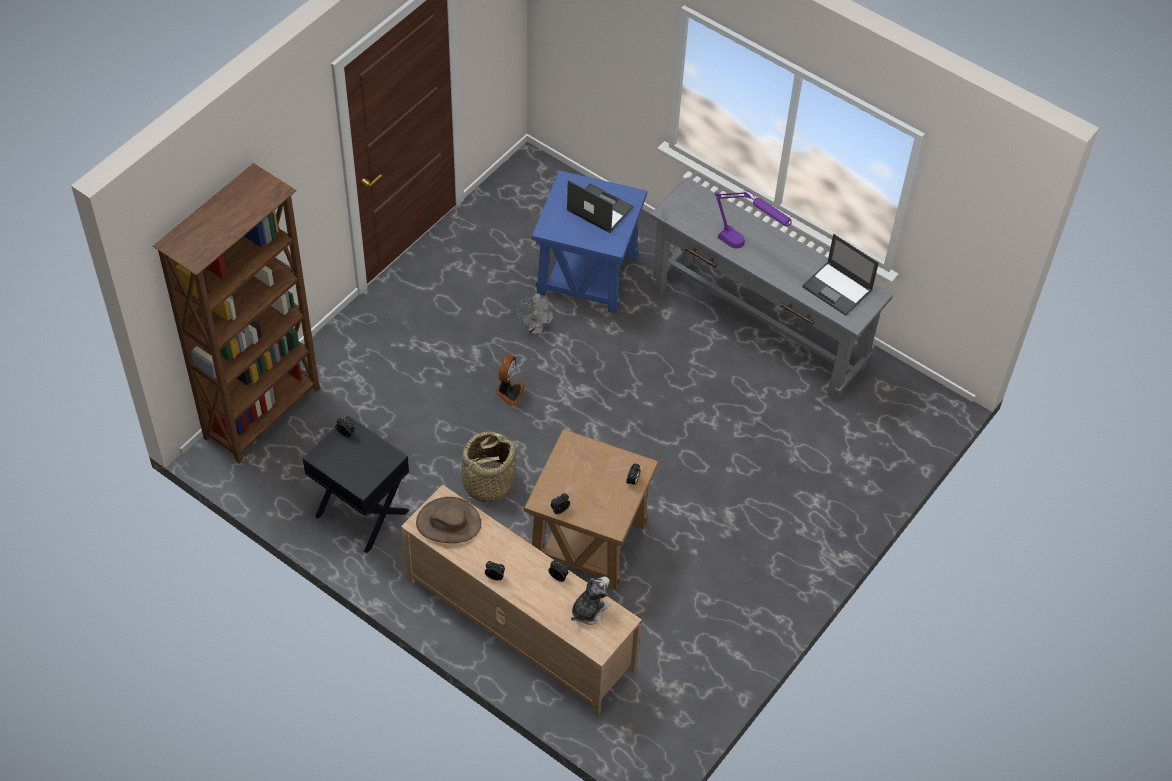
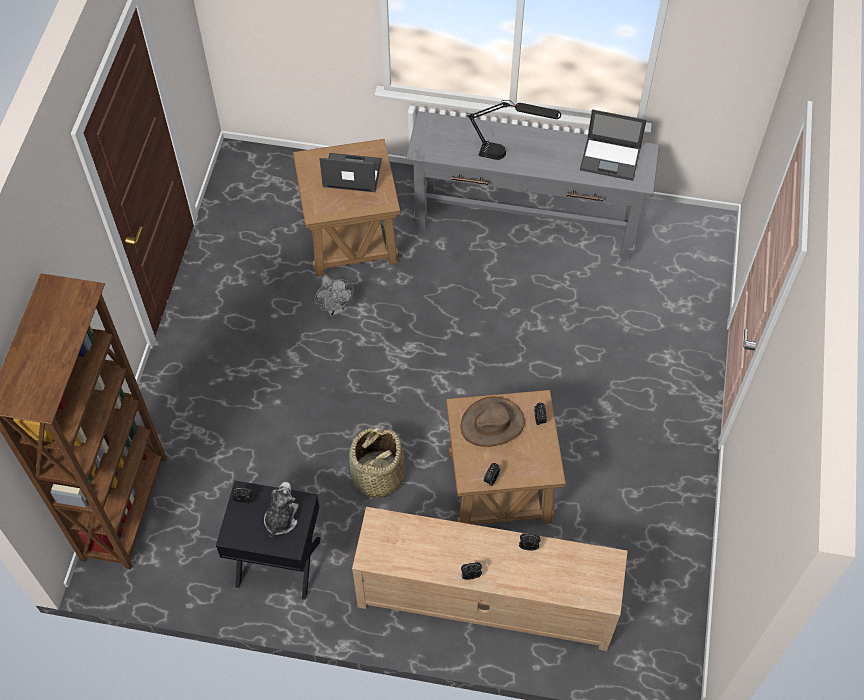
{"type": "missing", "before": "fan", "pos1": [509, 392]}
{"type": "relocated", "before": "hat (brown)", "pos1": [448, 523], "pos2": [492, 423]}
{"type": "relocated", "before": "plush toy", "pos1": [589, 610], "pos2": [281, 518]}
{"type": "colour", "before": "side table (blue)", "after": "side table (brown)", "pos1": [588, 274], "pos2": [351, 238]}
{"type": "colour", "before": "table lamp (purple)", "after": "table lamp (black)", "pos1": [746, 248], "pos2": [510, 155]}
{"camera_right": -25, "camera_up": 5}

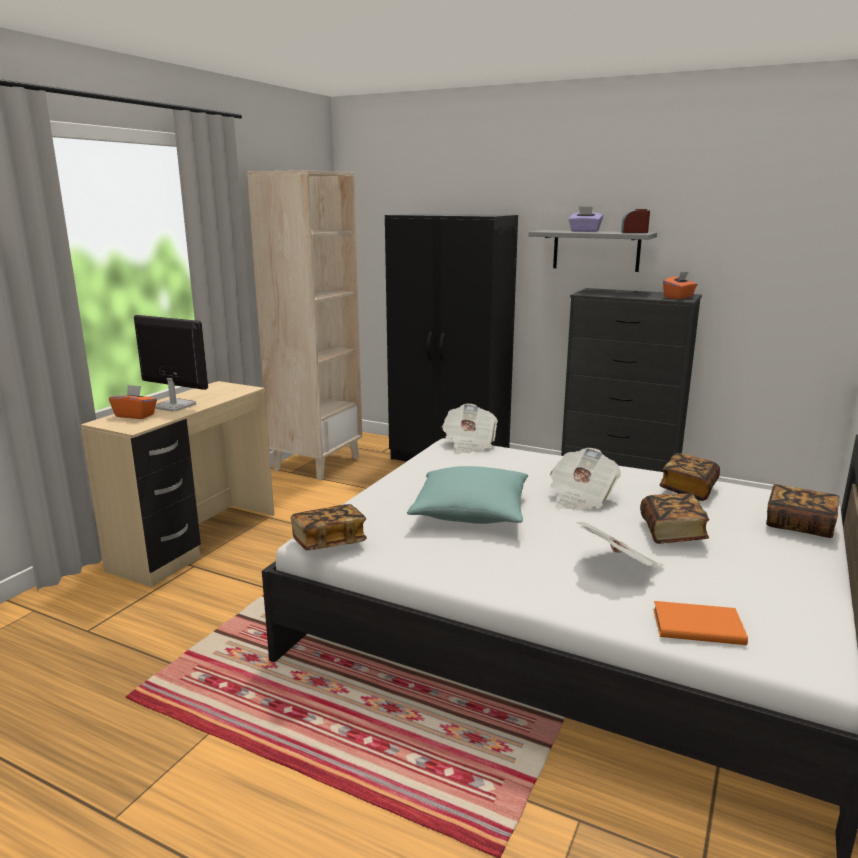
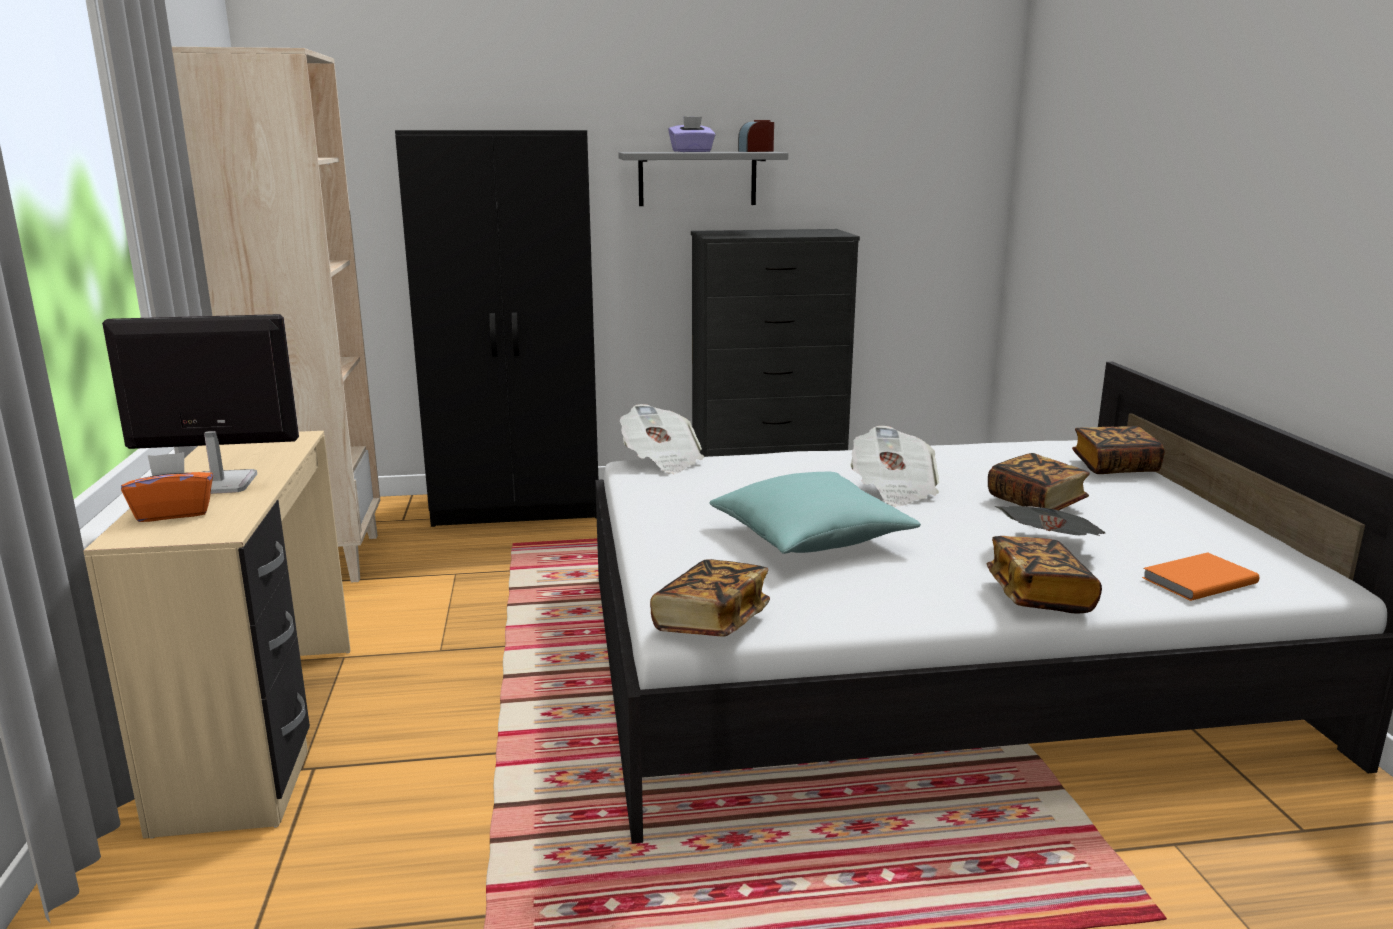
{"type": "missing", "before": "tissue box (orange)", "pos1": [679, 297]}
{"type": "relocated", "before": "book", "pos1": [688, 489], "pos2": [1038, 596]}
{"camera_right": -35, "camera_up": 0}

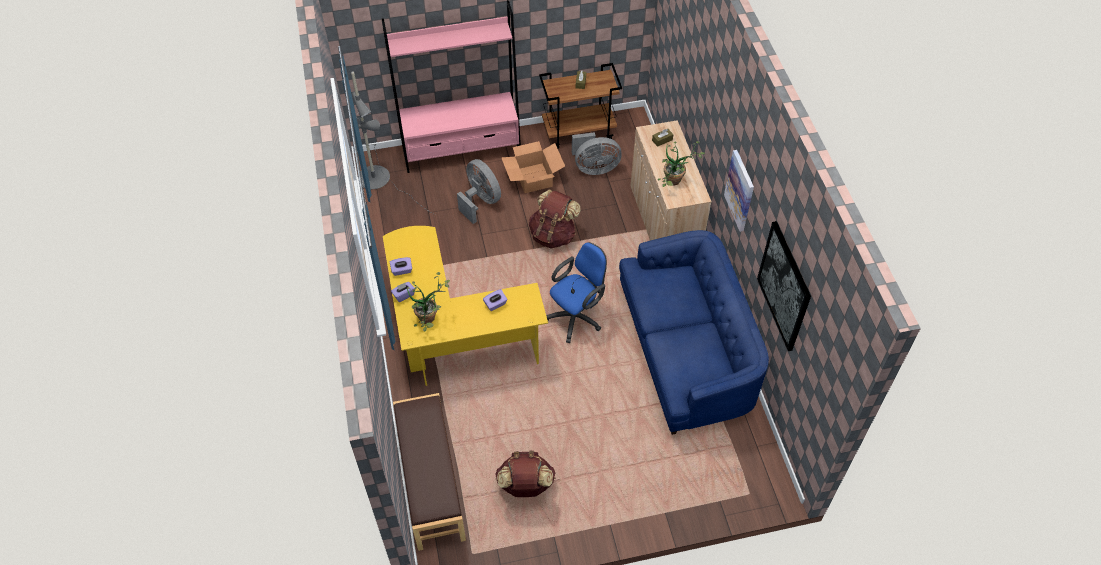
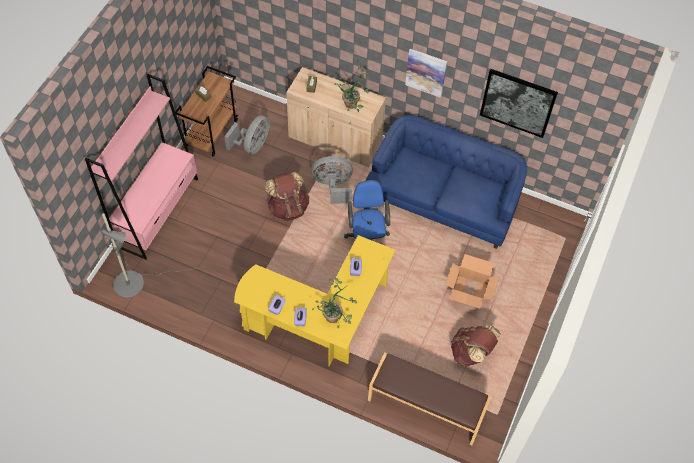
{"type": "relocated", "before": "fan (grey)", "pos1": [480, 201], "pos2": [333, 186]}
{"type": "relocated", "before": "cardboard box", "pos1": [533, 178], "pos2": [469, 291]}
{"camera_right": -55, "camera_up": 5}

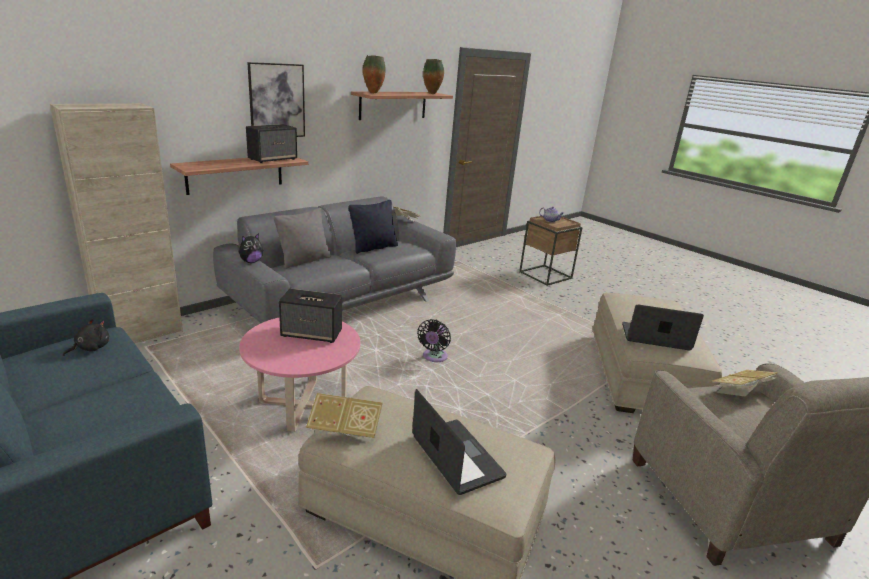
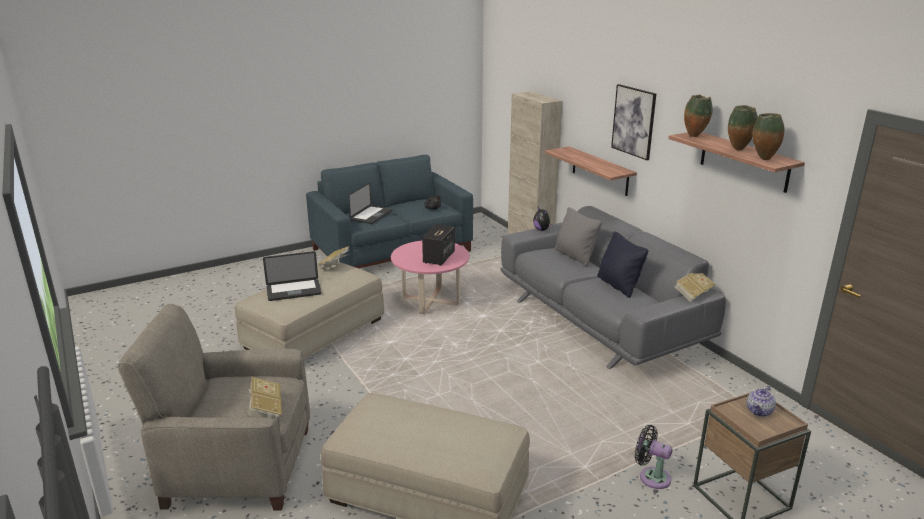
{"type": "missing", "before": "speaker", "pos1": [273, 159]}
{"type": "appeared", "after": "vase", "pos2": [739, 150]}
{"type": "relocated", "before": "fan (black)", "pos1": [434, 357], "pos2": [651, 477]}
{"type": "relocated", "before": "laptop", "pos1": [655, 337], "pos2": [371, 215]}
{"camera_right": 105, "camera_up": 0}

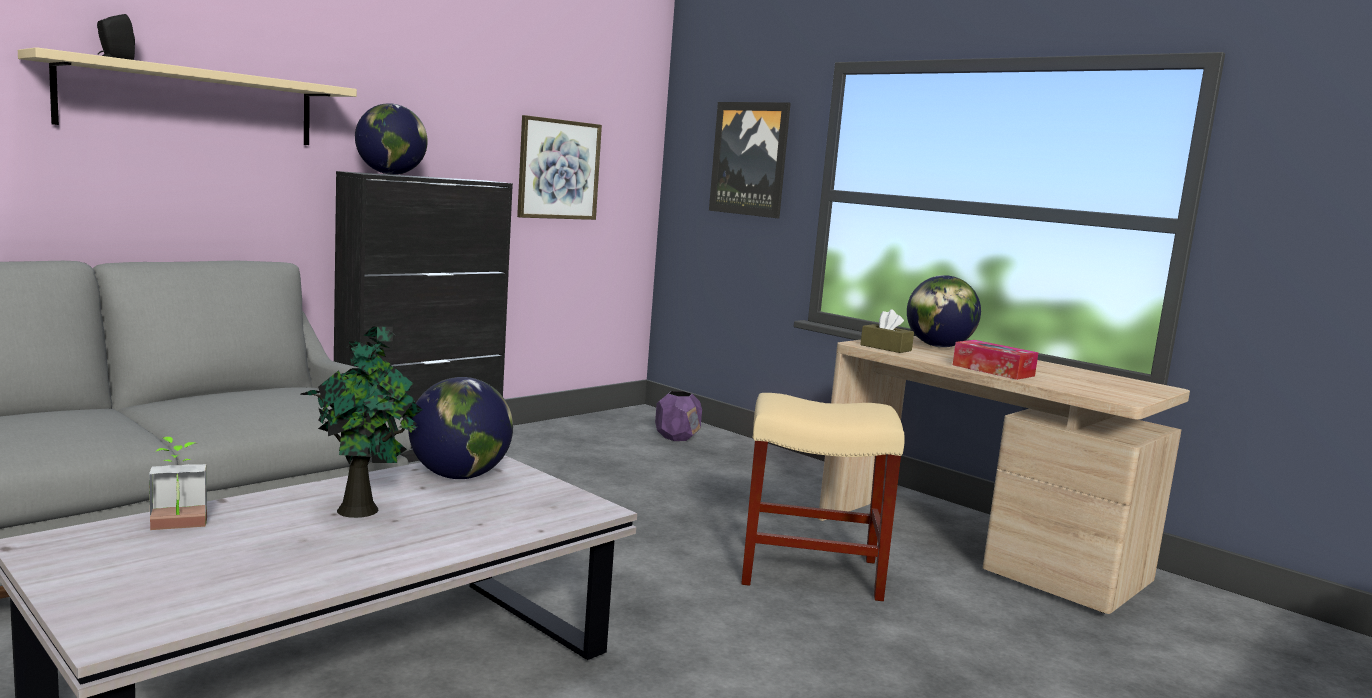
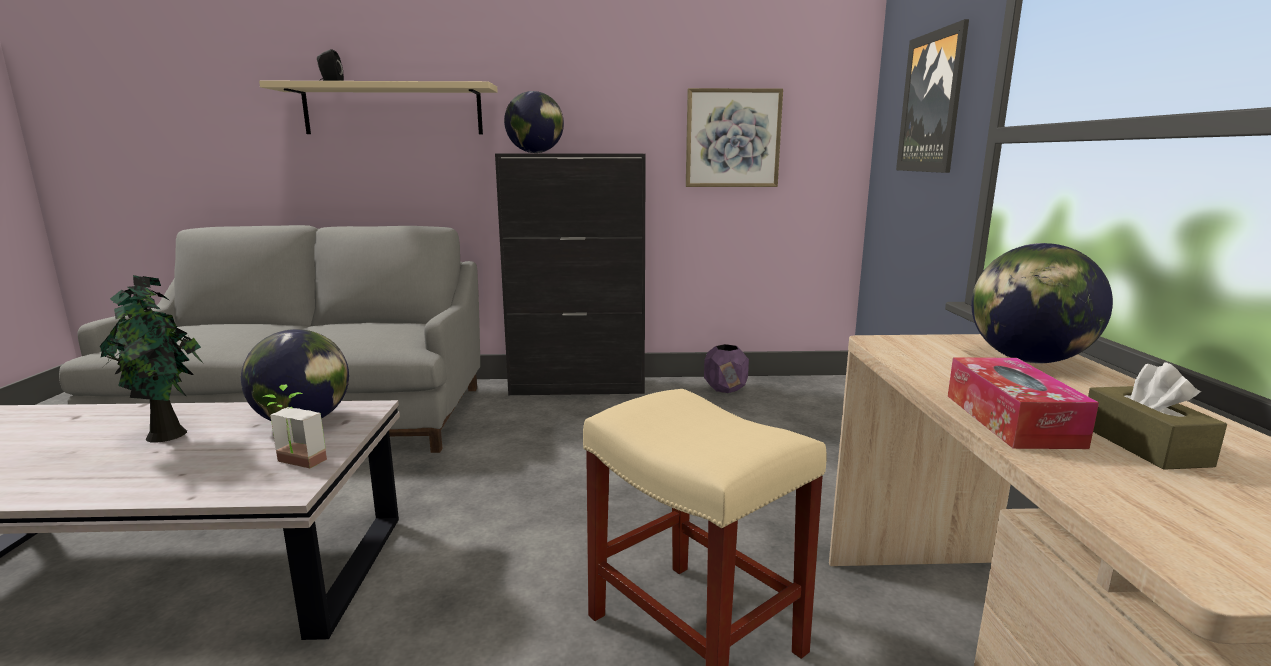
{"type": "relocated", "before": "potted plant", "pos1": [178, 527], "pos2": [294, 464]}
{"type": "relocated", "before": "planter (purple)", "pos1": [677, 437], "pos2": [726, 389]}
{"type": "relocated", "before": "tissue box (brown)", "pos1": [885, 348], "pos2": [1144, 445]}
{"camera_right": 45, "camera_up": 5}

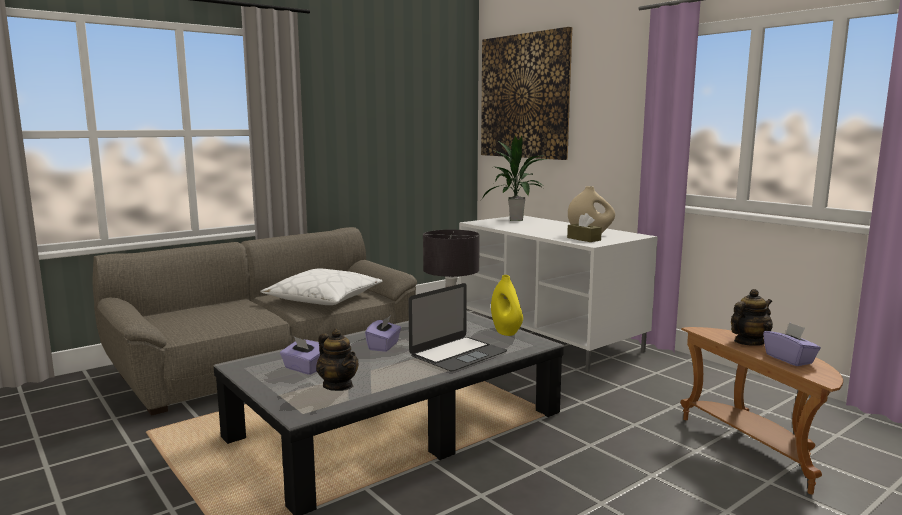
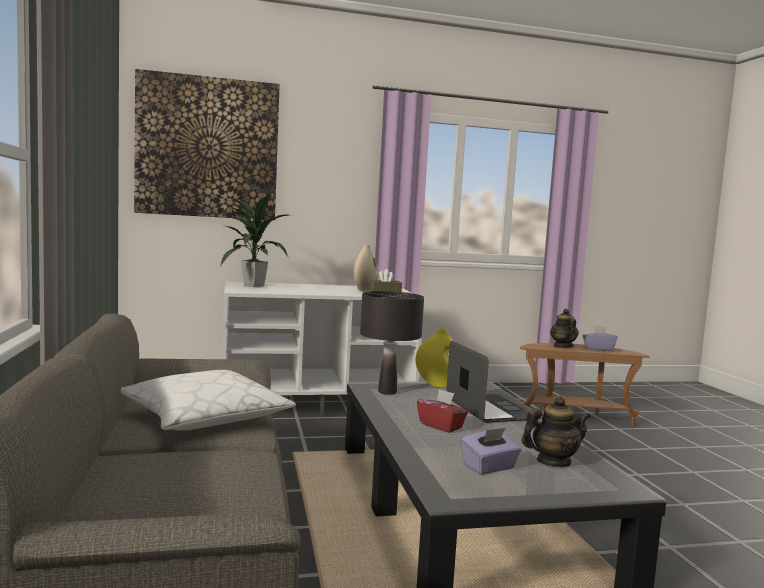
{"type": "colour", "before": "tissue box (purple)", "after": "tissue box (red)", "pos1": [384, 346], "pos2": [441, 426]}
{"camera_right": -65, "camera_up": -5}

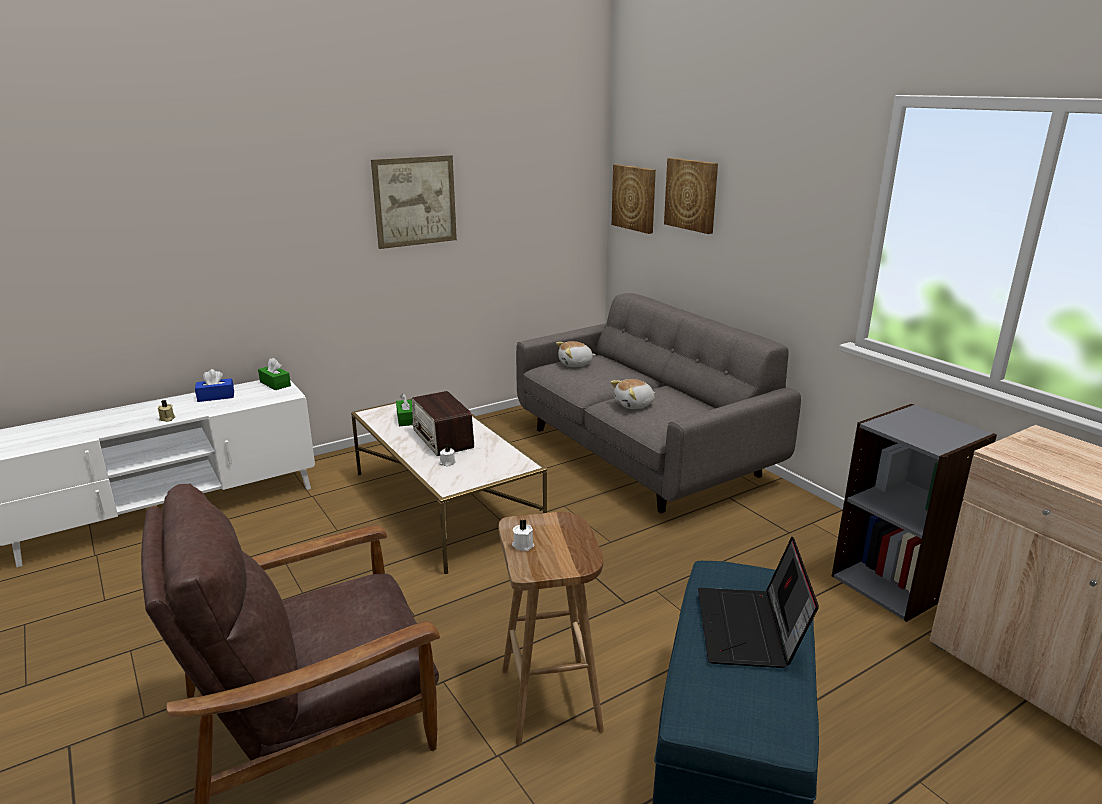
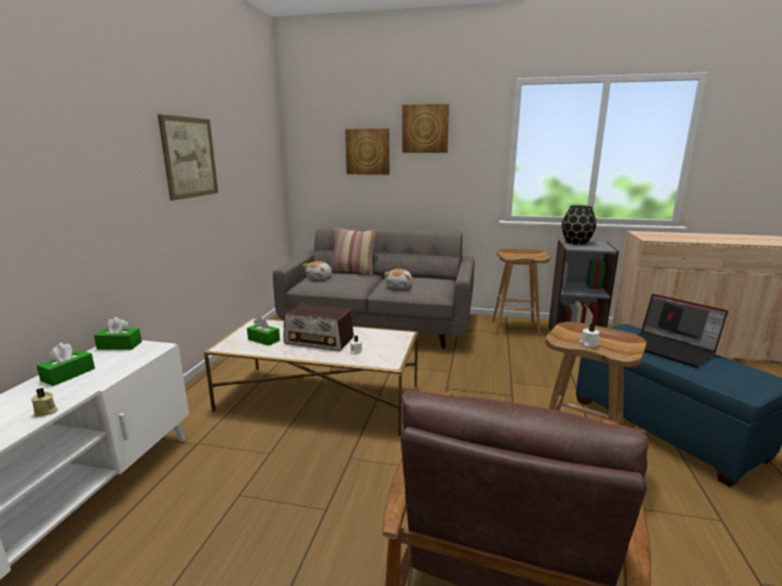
{"type": "appeared", "after": "pillow", "pos2": [353, 272]}
{"type": "appeared", "after": "stool (brown)", "pos2": [515, 328]}
{"type": "appeared", "after": "vase (black)", "pos2": [576, 242]}
{"type": "relocated", "before": "picture", "pos1": [634, 198], "pos2": [425, 128]}
{"type": "colour", "before": "tissue box (blue)", "after": "tissue box (green)", "pos1": [216, 396], "pos2": [68, 375]}
{"camera_right": -45, "camera_up": -5}

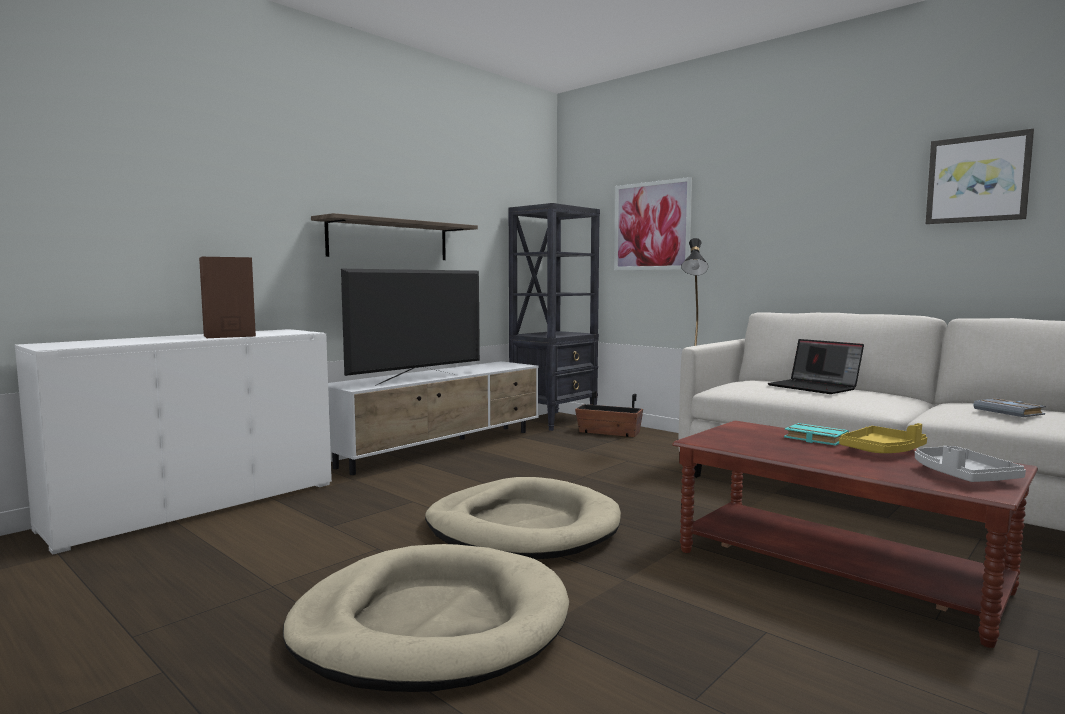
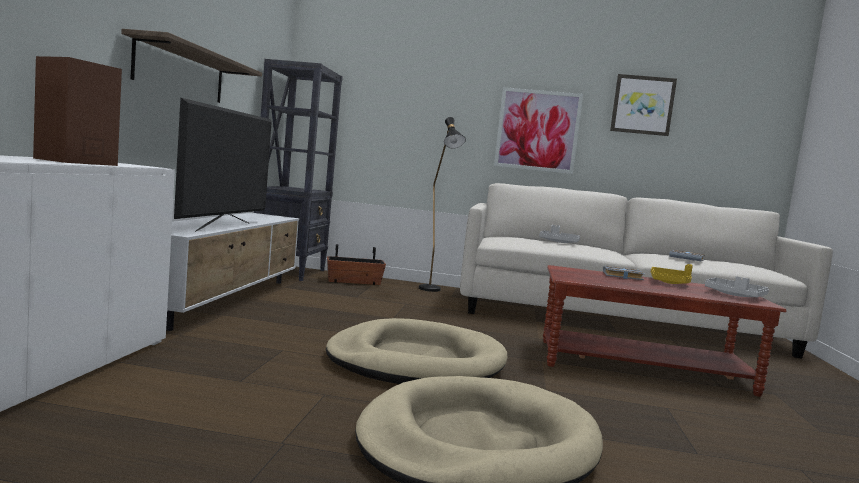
{"type": "relocated", "before": "picture", "pos1": [651, 226], "pos2": [537, 130]}
{"type": "exchanged", "before": "laptop", "after": "tray (grey)", "pos1": [815, 387], "pos2": [558, 242]}
{"type": "colour", "before": "book (turquoise)", "after": "book (grey)", "pos1": [814, 439], "pos2": [622, 276]}
{"camera_right": -35, "camera_up": 0}

